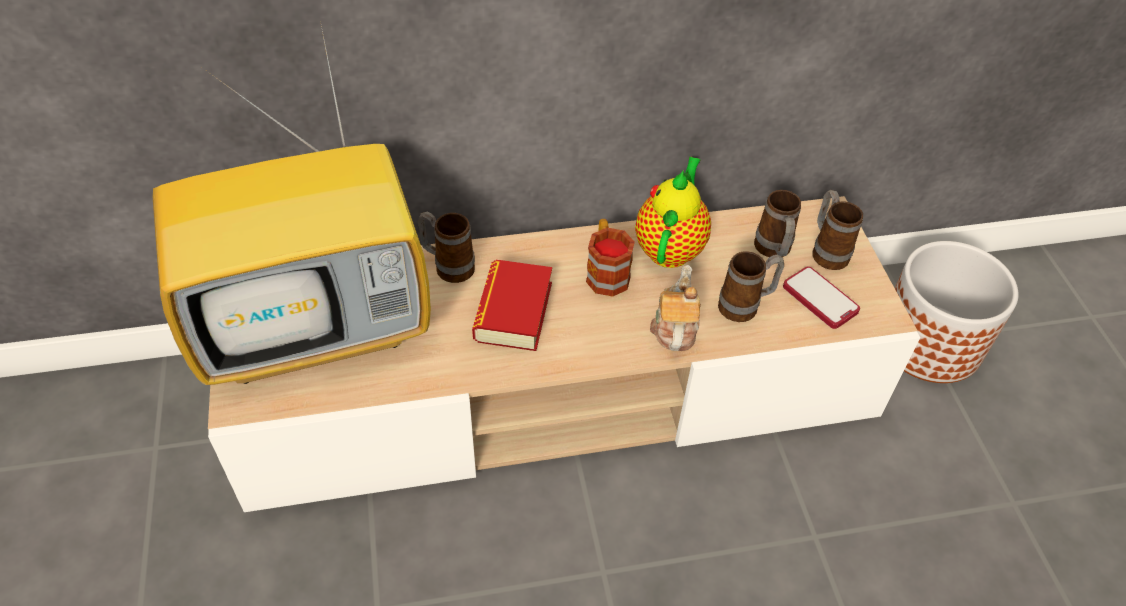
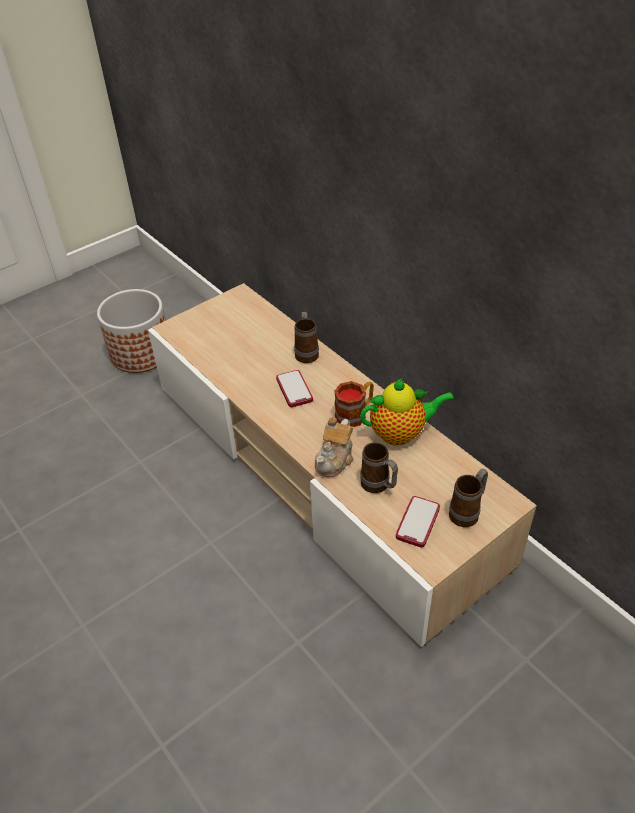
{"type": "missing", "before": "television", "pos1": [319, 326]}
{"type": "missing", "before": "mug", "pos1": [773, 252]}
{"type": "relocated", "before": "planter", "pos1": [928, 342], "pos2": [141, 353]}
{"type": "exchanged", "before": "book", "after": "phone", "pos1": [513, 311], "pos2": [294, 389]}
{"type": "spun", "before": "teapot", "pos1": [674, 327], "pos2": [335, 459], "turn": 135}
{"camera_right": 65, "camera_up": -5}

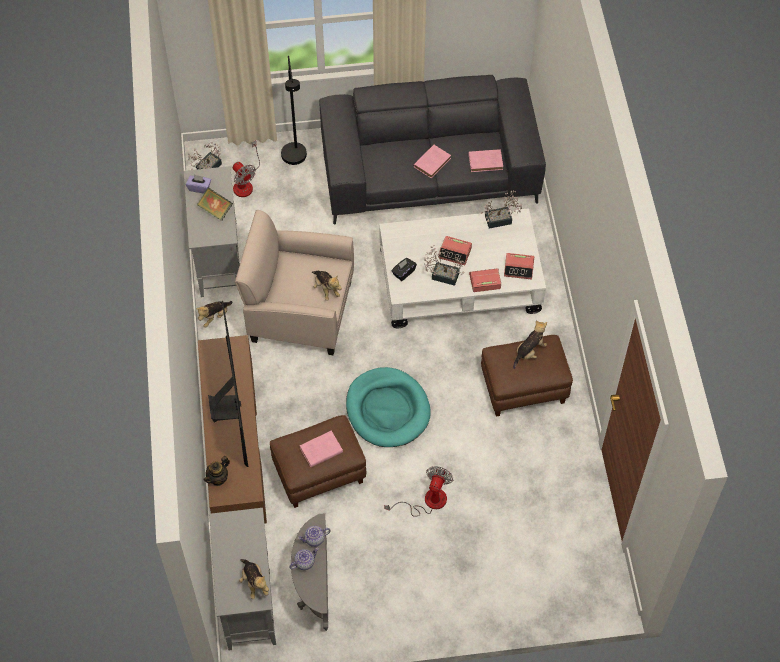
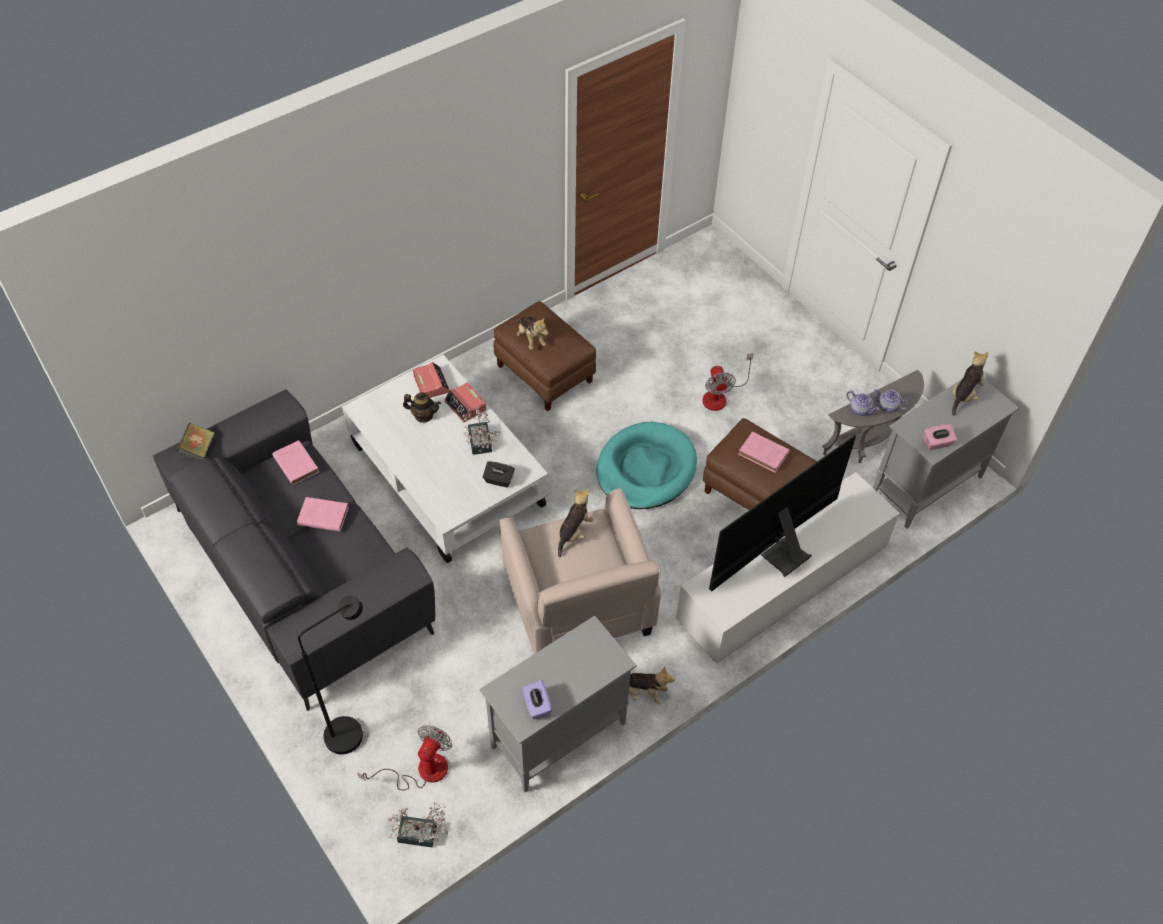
{"type": "missing", "before": "alarm clock", "pos1": [455, 253]}
{"type": "missing", "before": "potted plant", "pos1": [501, 219]}
{"type": "appeared", "after": "tissue box (pink)", "pos2": [937, 443]}
{"type": "relocated", "before": "book", "pos1": [215, 210], "pos2": [198, 450]}
{"type": "relocated", "before": "teapot", "pos1": [218, 478], "pos2": [423, 416]}
{"type": "colour", "before": "tv stand (brown)", "after": "tv stand (white)", "pos1": [233, 443], "pos2": [782, 585]}
{"type": "spun", "before": "fan", "pos1": [427, 501], "pos2": [720, 396], "turn": -90}
{"type": "spun", "before": "plush toy", "pos1": [529, 352], "pos2": [530, 339], "turn": -135}
{"camera_right": -120, "camera_up": -5}

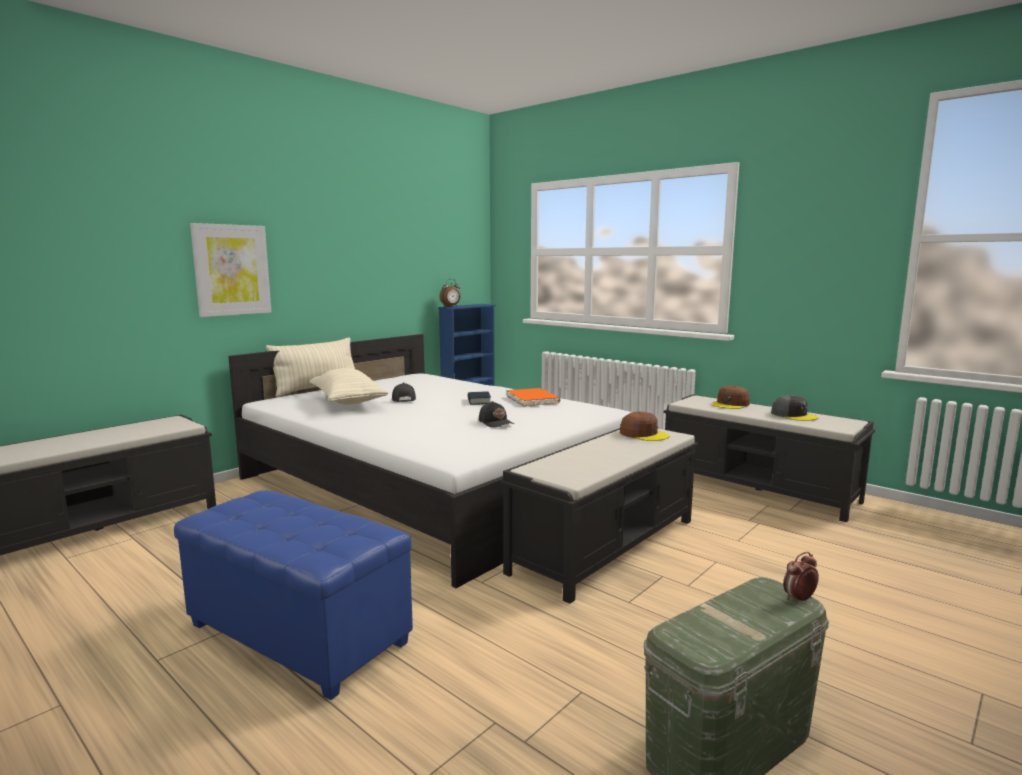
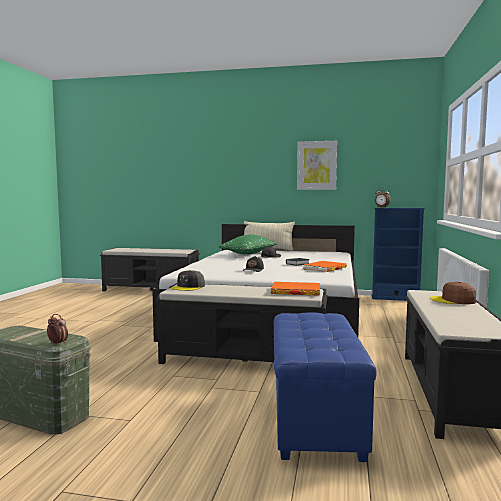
{"type": "relocated", "before": "ottoman (blue)", "pos1": [296, 636], "pos2": [313, 418]}
{"type": "relocated", "before": "picture", "pos1": [232, 270], "pos2": [316, 165]}
{"type": "relocated", "before": "cap (grey)", "pos1": [793, 415], "pos2": [188, 287]}
{"type": "exchanged", "before": "cap (brown)", "after": "book (orange)", "pos1": [644, 434], "pos2": [295, 292]}
{"type": "colour", "before": "pillow (beige)", "after": "pillow (green)", "pos1": [347, 401], "pos2": [249, 254]}
{"camera_right": 60, "camera_up": -5}

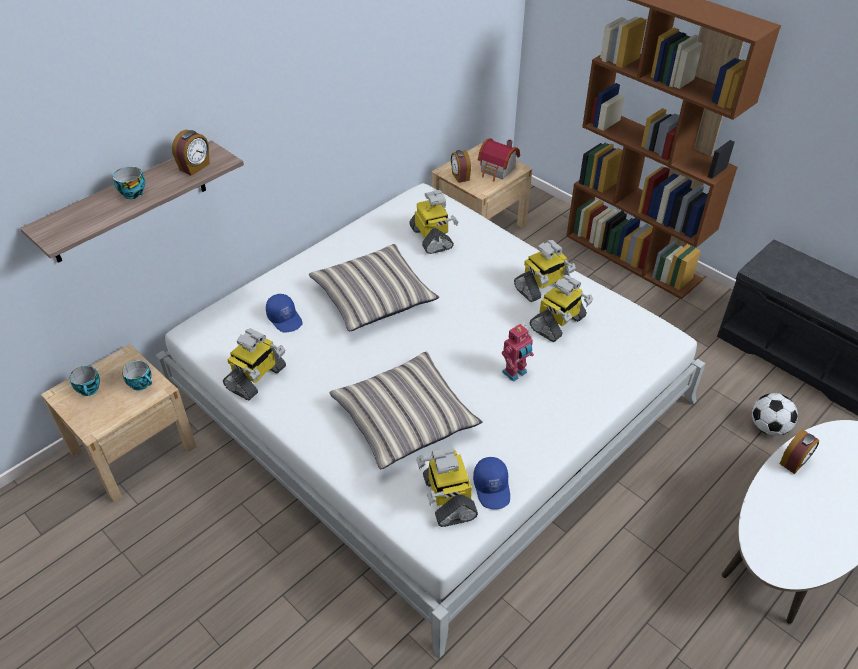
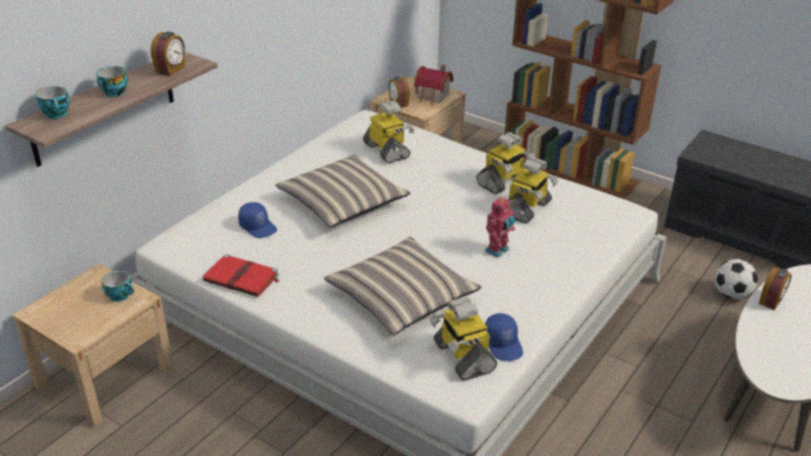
{"type": "relocated", "before": "cup", "pos1": [90, 390], "pos2": [57, 114]}
{"type": "exchanged", "before": "toy robot", "after": "book (red)", "pos1": [256, 378], "pos2": [242, 278]}
{"camera_right": -10, "camera_up": -10}

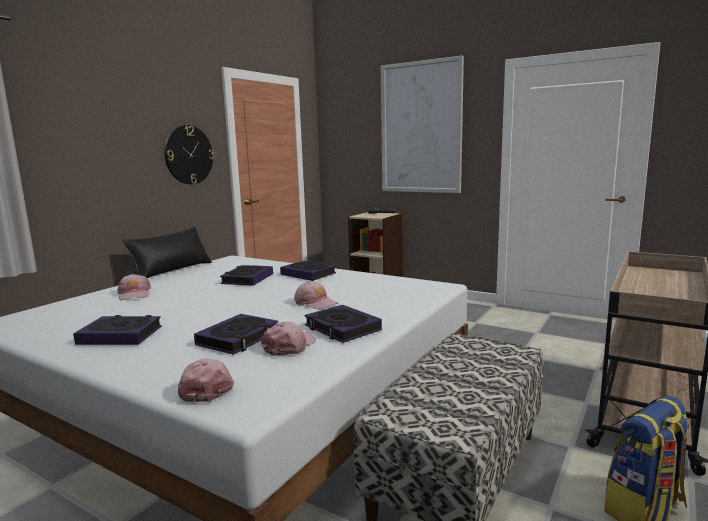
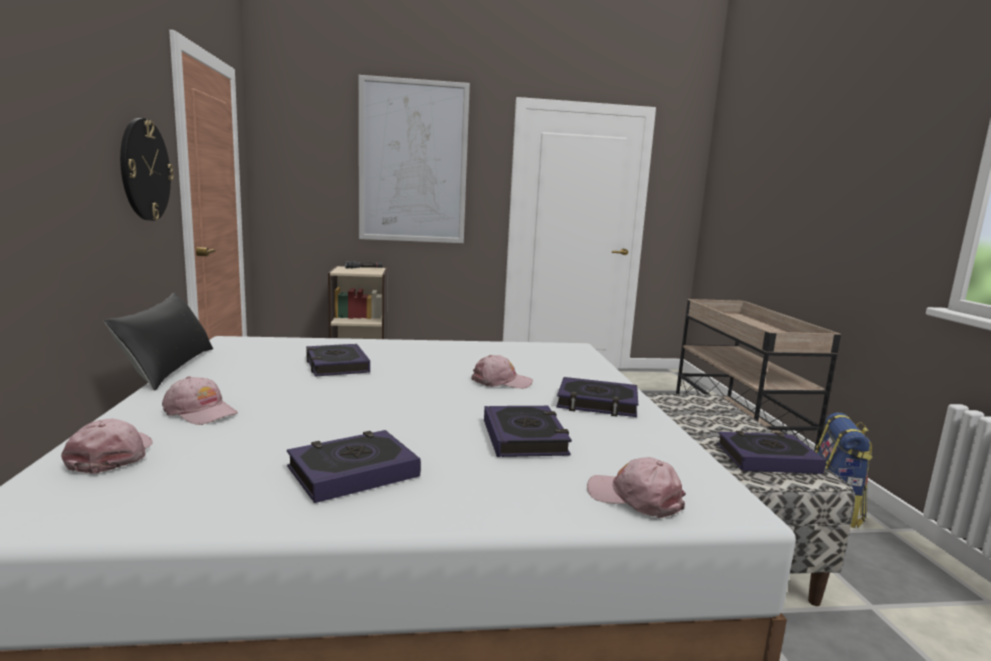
{"type": "relocated", "before": "cap (pink)", "pos1": [289, 346], "pos2": [112, 455]}
{"type": "relocated", "before": "book", "pos1": [308, 274], "pos2": [767, 459]}
{"camera_right": -40, "camera_up": 0}

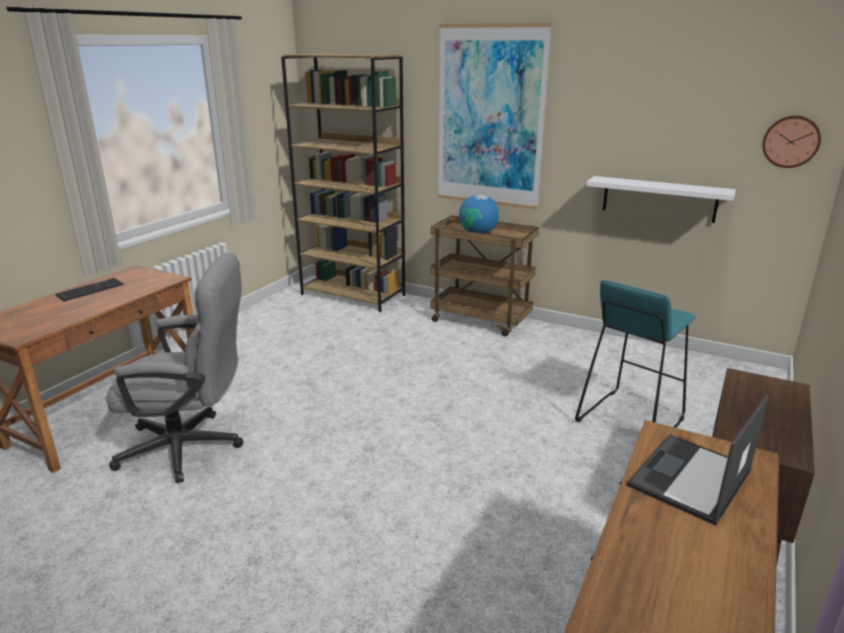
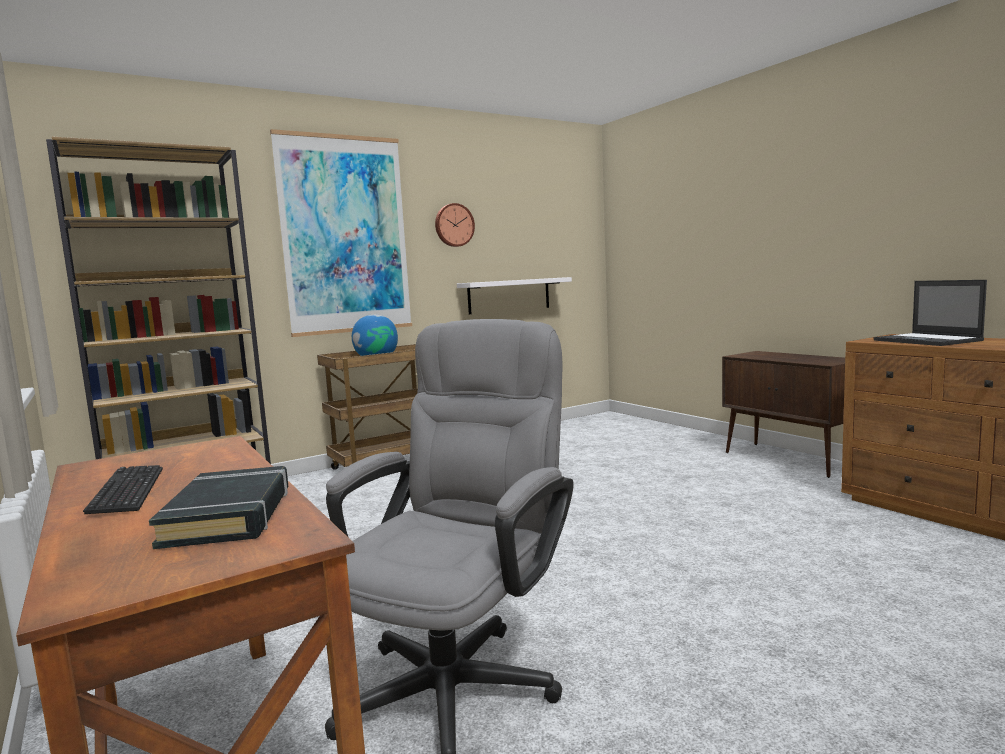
{"type": "missing", "before": "stool (turquoise)", "pos1": [629, 420]}
{"type": "appeared", "after": "book (black)", "pos2": [230, 516]}
{"type": "relocated", "before": "wall clock", "pos1": [791, 141], "pos2": [453, 225]}
{"camera_right": -60, "camera_up": -15}

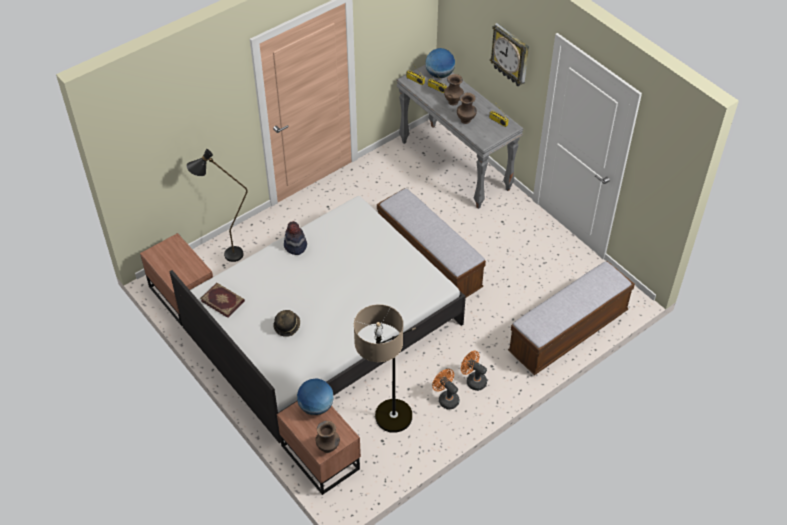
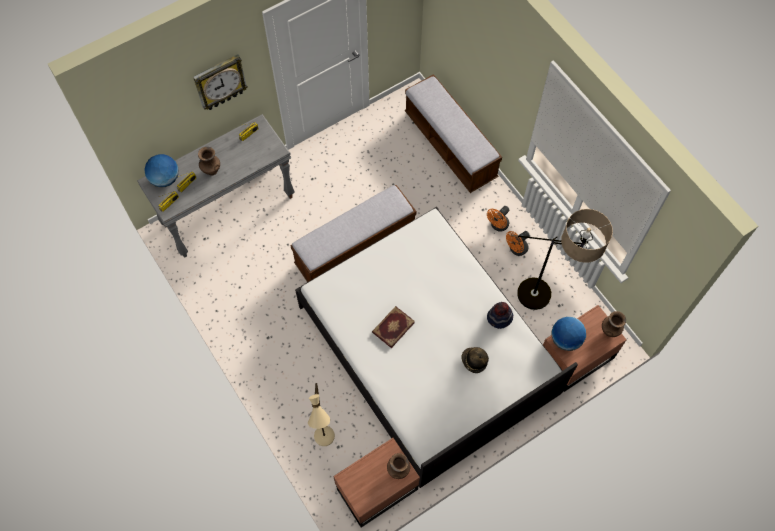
{"type": "relocated", "before": "book", "pos1": [223, 300], "pos2": [392, 327]}
{"type": "relocated", "before": "hat", "pos1": [295, 246], "pos2": [499, 318]}
{"type": "relocated", "before": "vase (brown)", "pos1": [466, 120], "pos2": [398, 470]}
{"type": "colour", "before": "floor lamp (black)", "after": "floor lamp (beige)", "pos1": [226, 256], "pos2": [326, 443]}
{"camera_right": -85, "camera_up": 15}

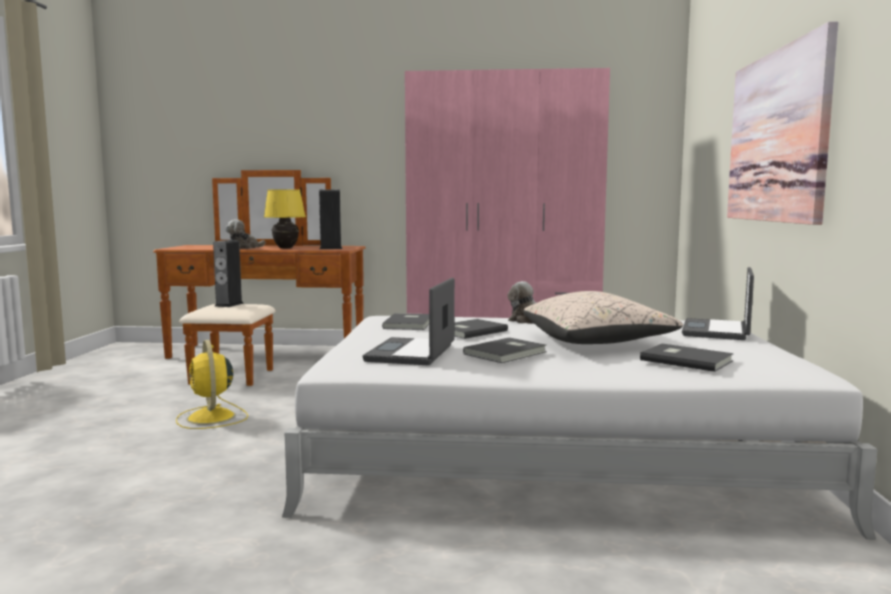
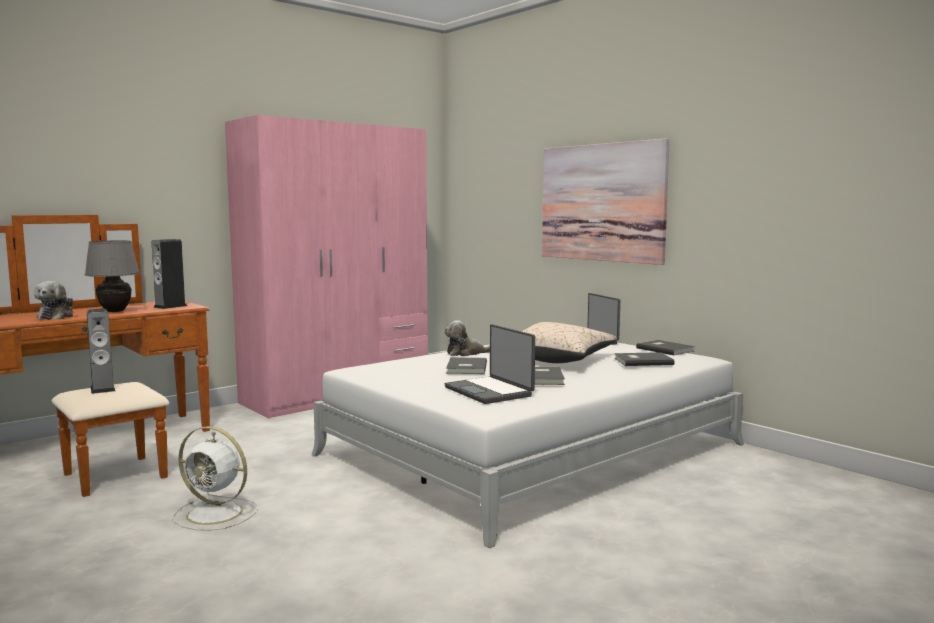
{"type": "relocated", "before": "book (grey)", "pos1": [410, 324], "pos2": [665, 349]}
{"type": "colour", "before": "fan (yellow)", "after": "fan (white)", "pos1": [211, 418], "pos2": [217, 514]}
{"type": "colour", "before": "table lamp (yellow)", "after": "table lamp (grey)", "pos1": [286, 248], "pos2": [115, 311]}
{"camera_right": -45, "camera_up": 0}

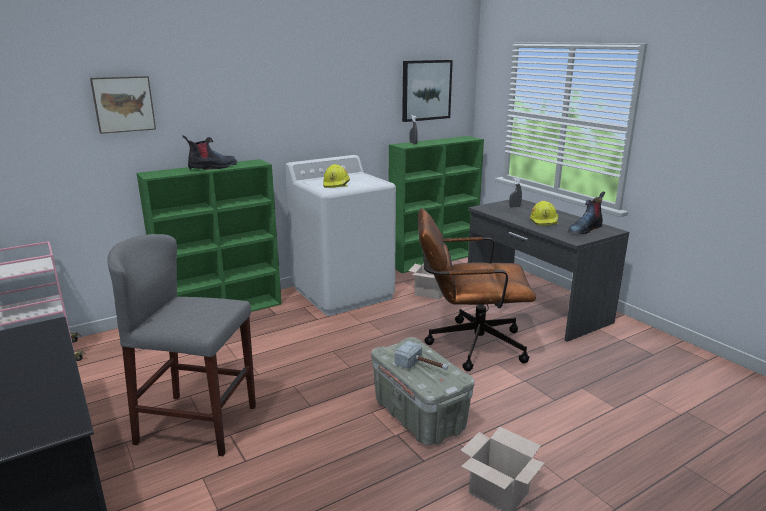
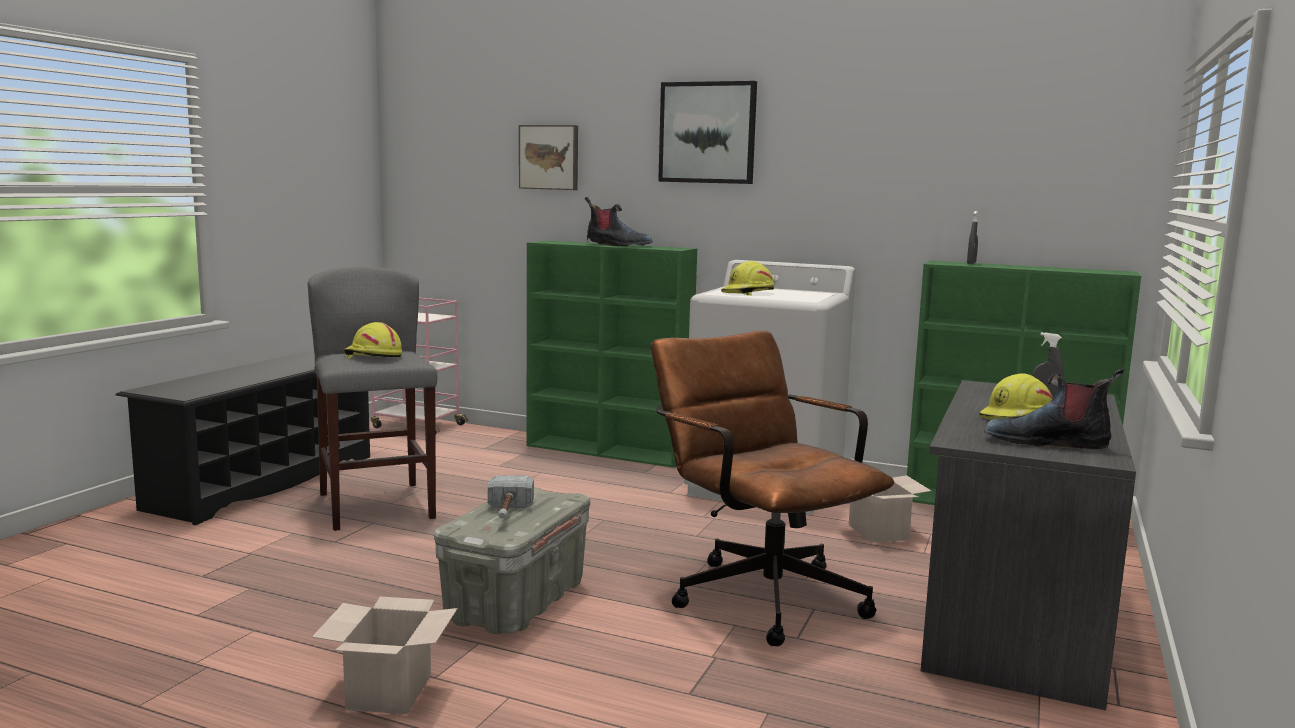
{"type": "appeared", "after": "hard hat (yellow)", "pos2": [373, 356]}
{"type": "relocated", "before": "picture", "pos1": [426, 90], "pos2": [707, 133]}
{"camera_right": 55, "camera_up": -10}

